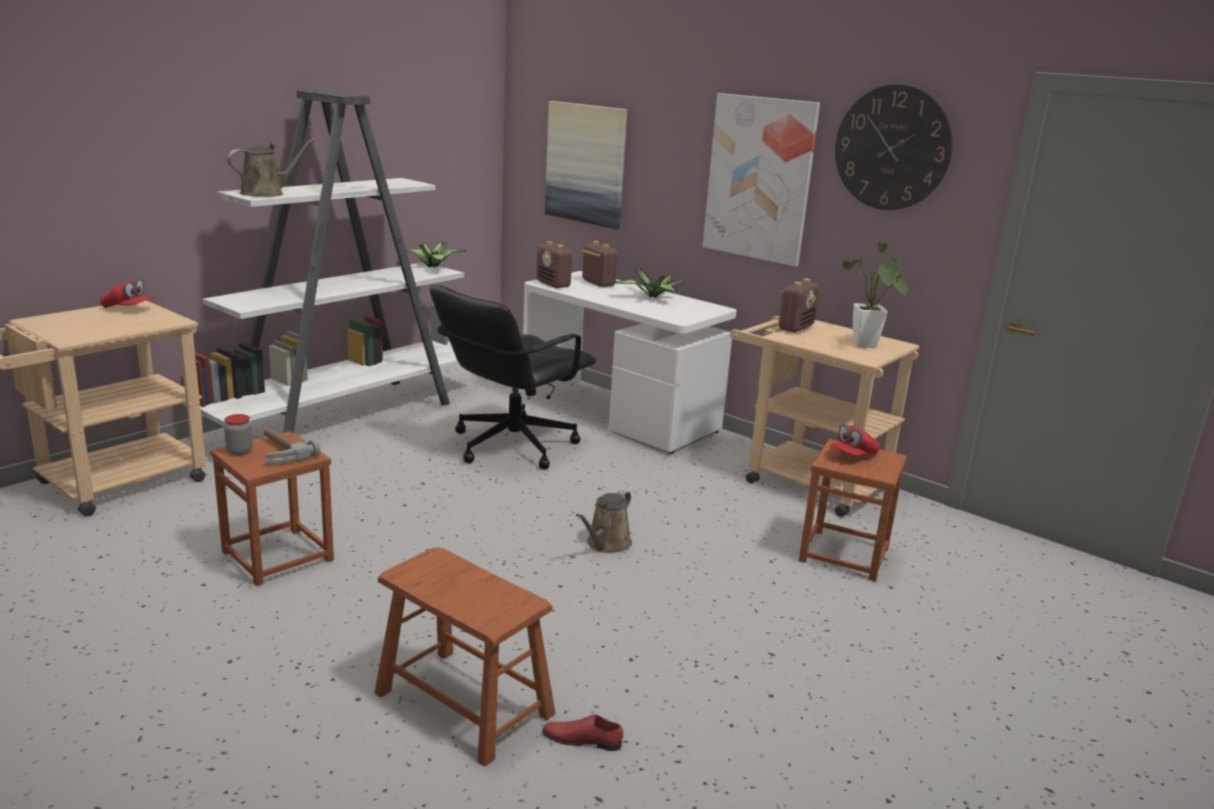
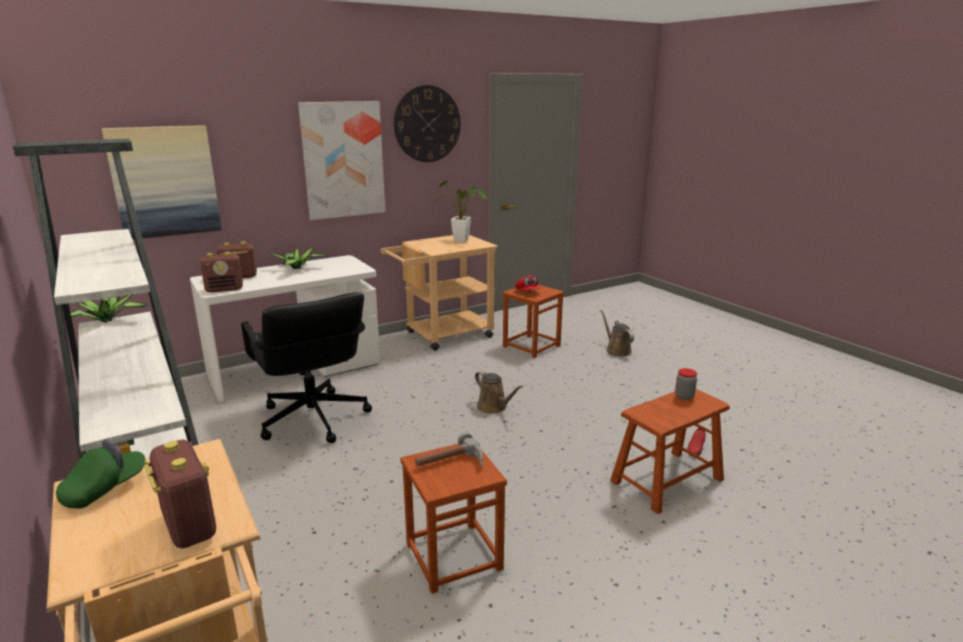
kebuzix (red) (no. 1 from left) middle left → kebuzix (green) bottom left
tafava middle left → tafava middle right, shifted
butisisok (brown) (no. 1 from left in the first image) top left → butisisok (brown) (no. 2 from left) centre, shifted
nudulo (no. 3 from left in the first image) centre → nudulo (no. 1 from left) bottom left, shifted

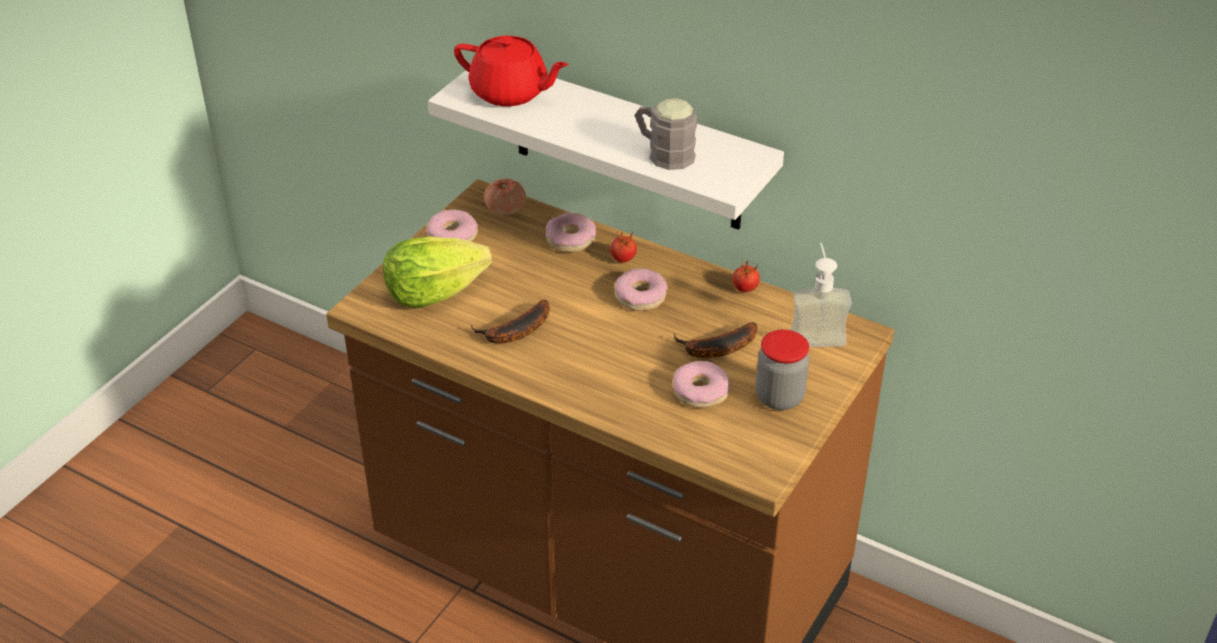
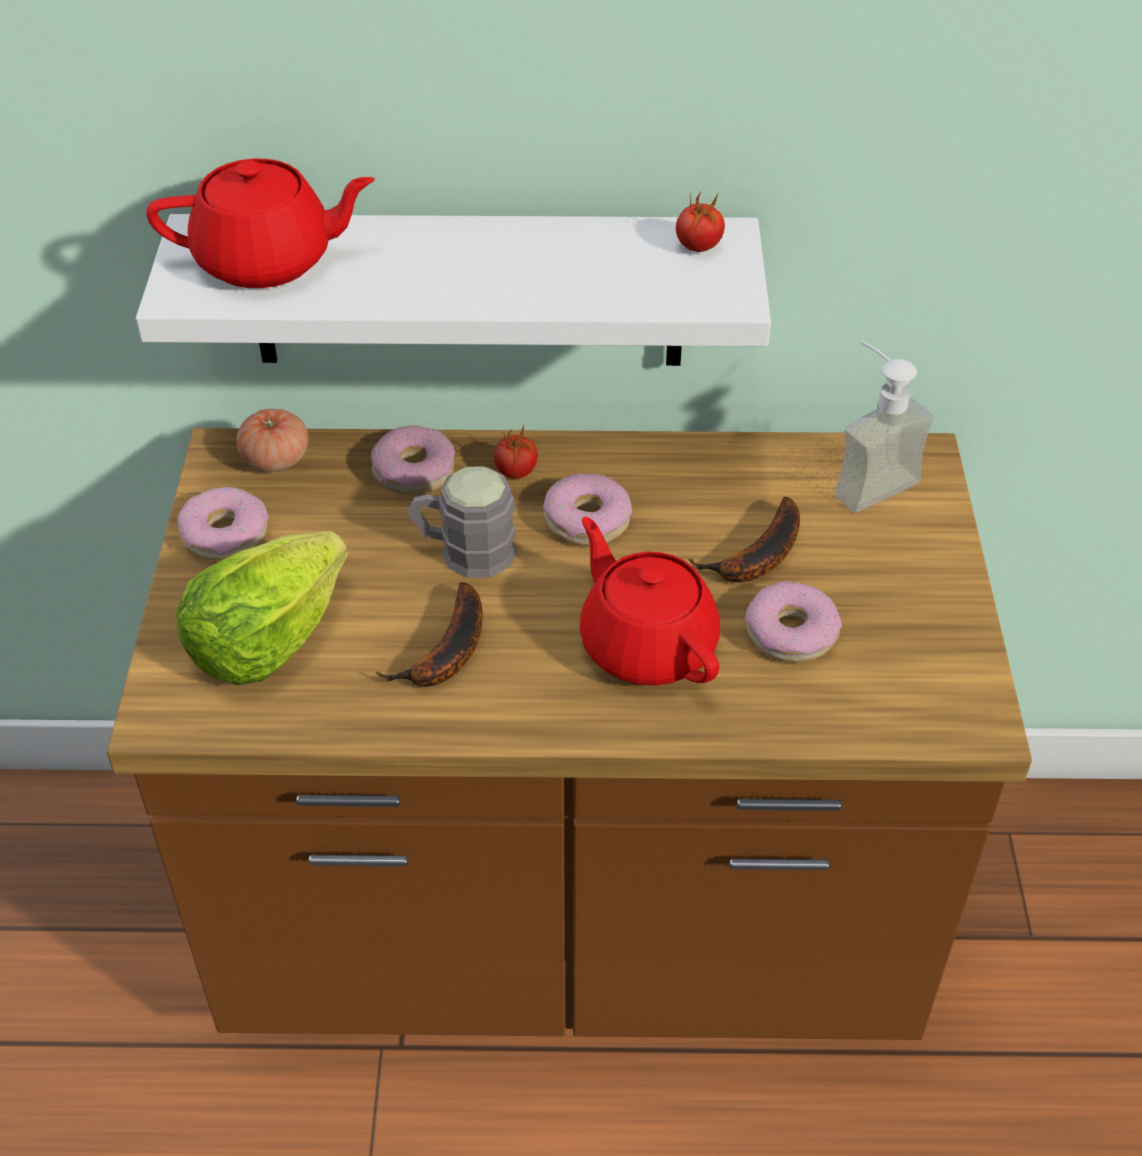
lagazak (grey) top centre → lagazak (grey) centre, shifted
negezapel (no. 3 from left) centre → negezapel (no. 3 from left) top centre, shifted
tafava centre → -
- → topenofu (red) (no. 2 from left) centre

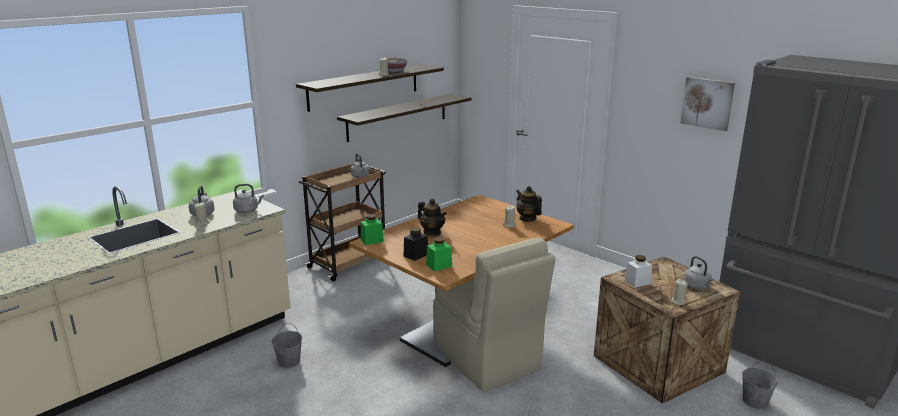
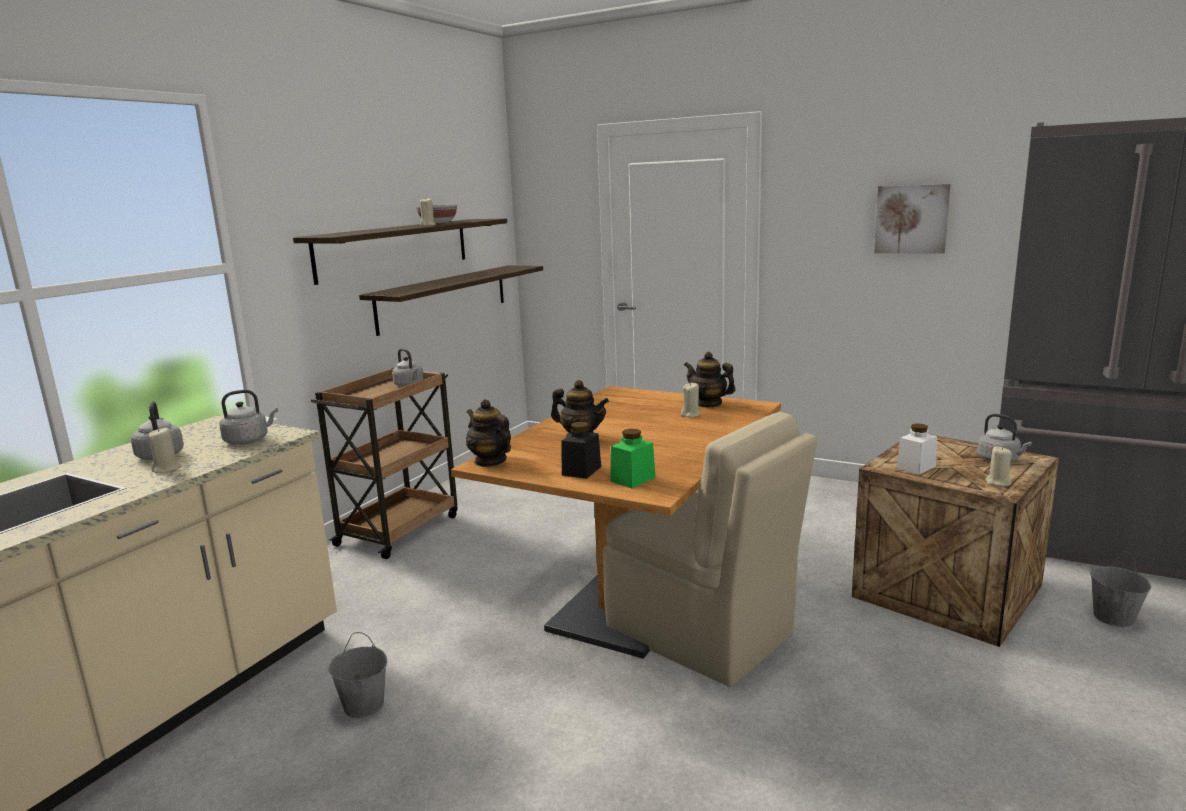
tafava (green) (no. 1 from left) centre → topenofu (no. 1 from left) centre

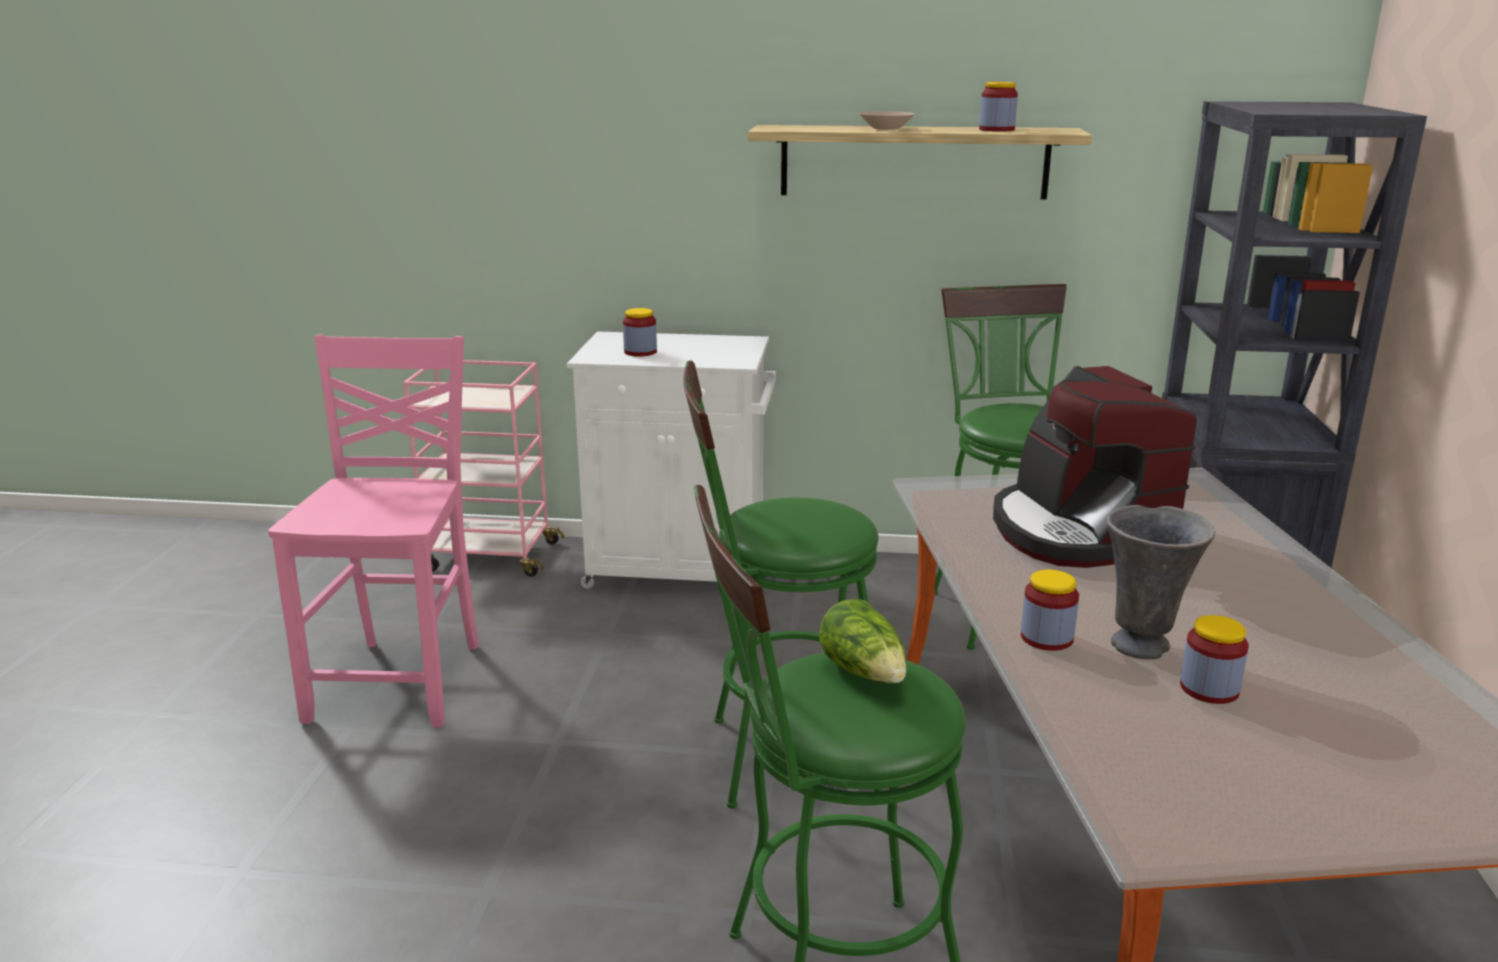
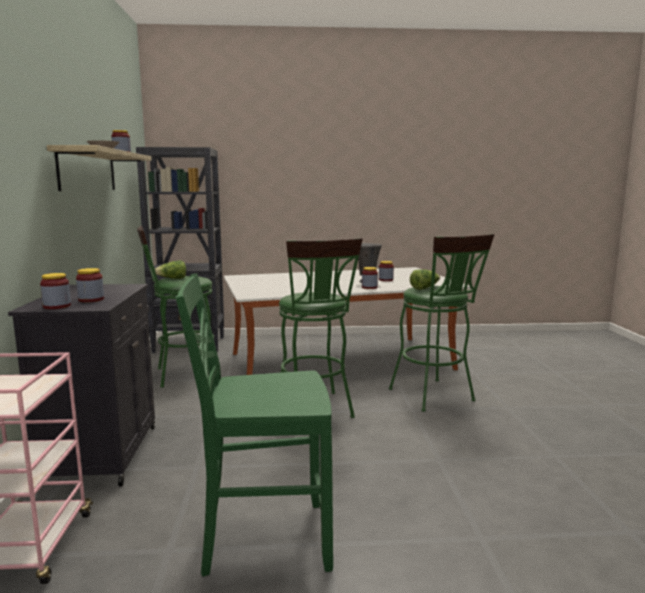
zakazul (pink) middle left → zakazul (green) bottom centre
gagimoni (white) centre → gagimoni (black) middle left
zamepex middle right → -
- → tafava (no. 1 from left) middle left
- → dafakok (no. 1 from left) middle left

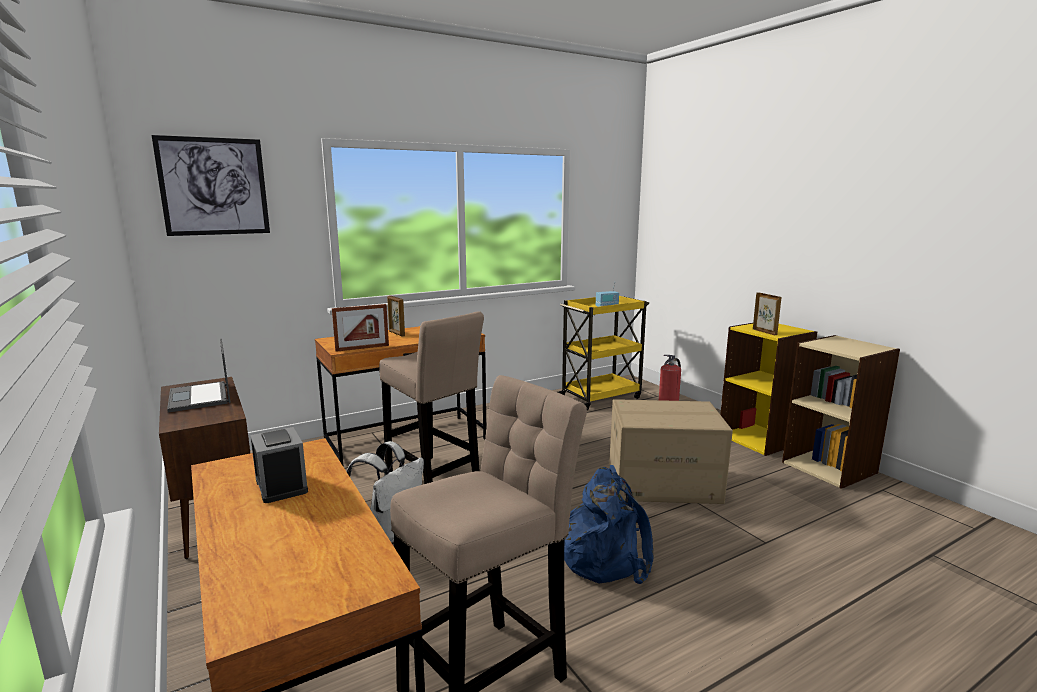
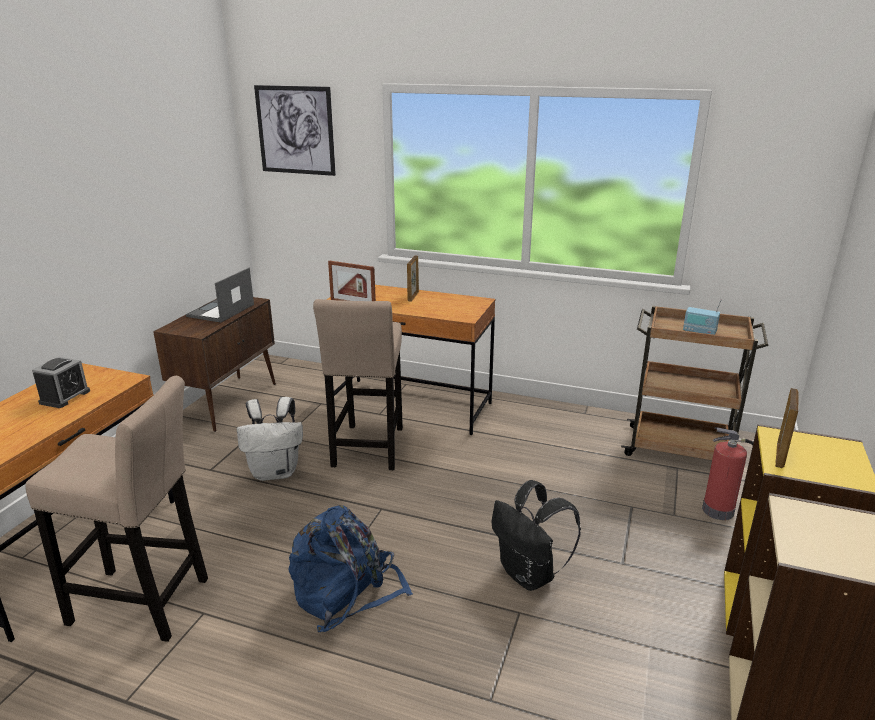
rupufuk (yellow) centre → rupufuk (brown) middle right
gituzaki centre → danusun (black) bottom centre

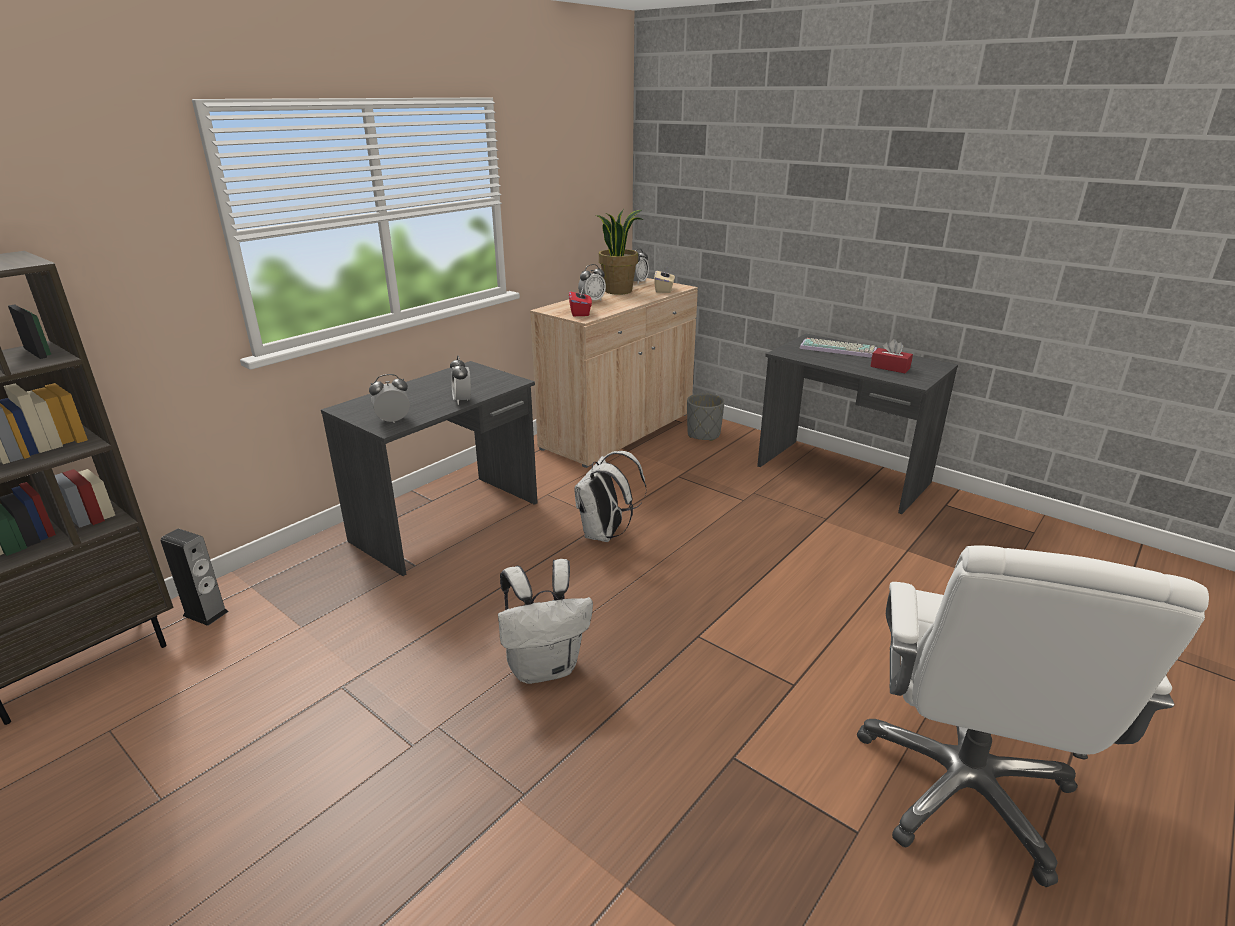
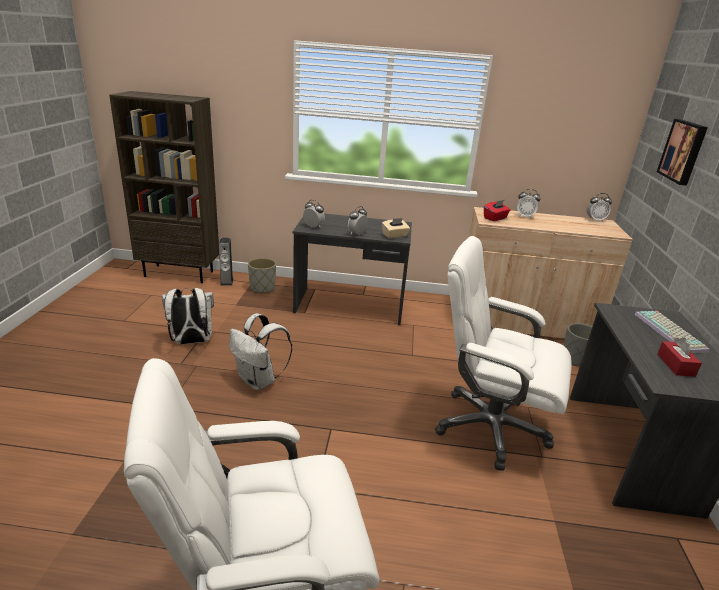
danusun (white) (no. 2 from left in the first image) centre → danusun (white) (no. 1 from left) middle left, shifted
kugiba top centre → -
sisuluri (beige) top centre → sisuluri (beige) centre, shifted
- → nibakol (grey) (no. 1 from left) centre
- → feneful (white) (no. 2 from left) middle right
- → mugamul top right

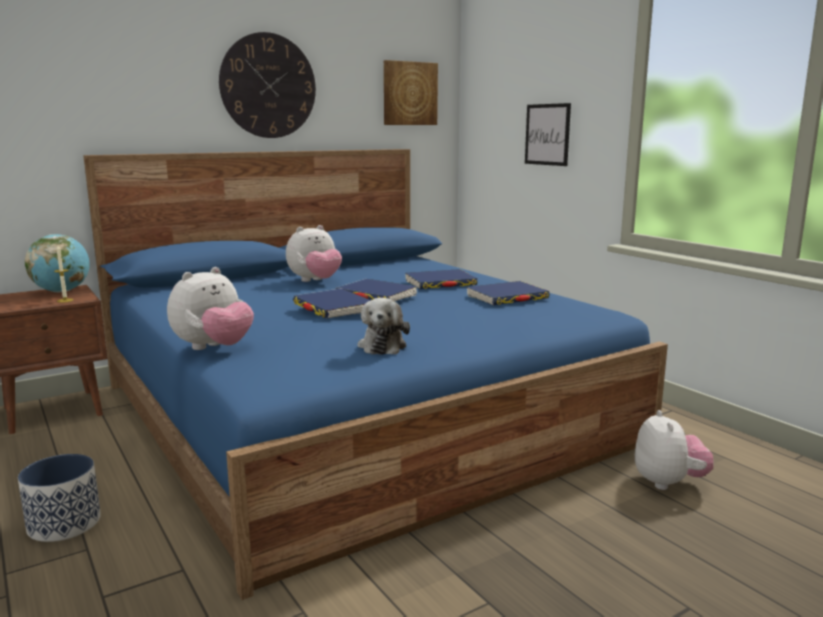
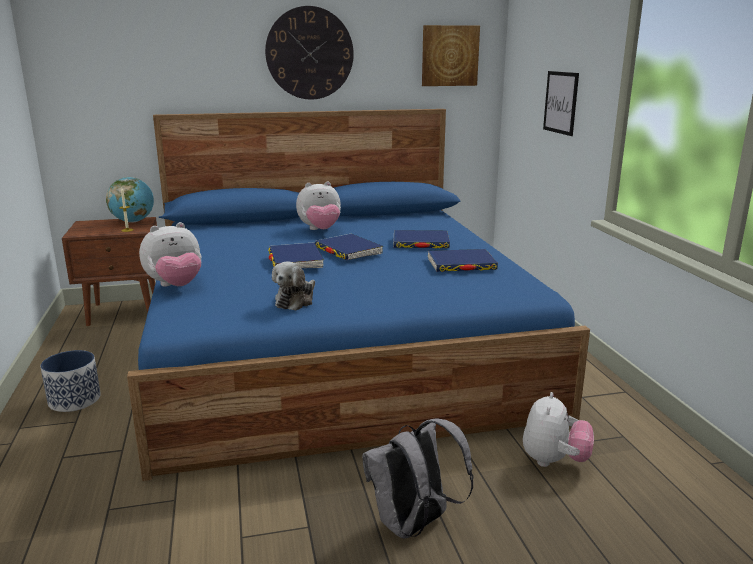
- → danusun (grey) bottom centre

